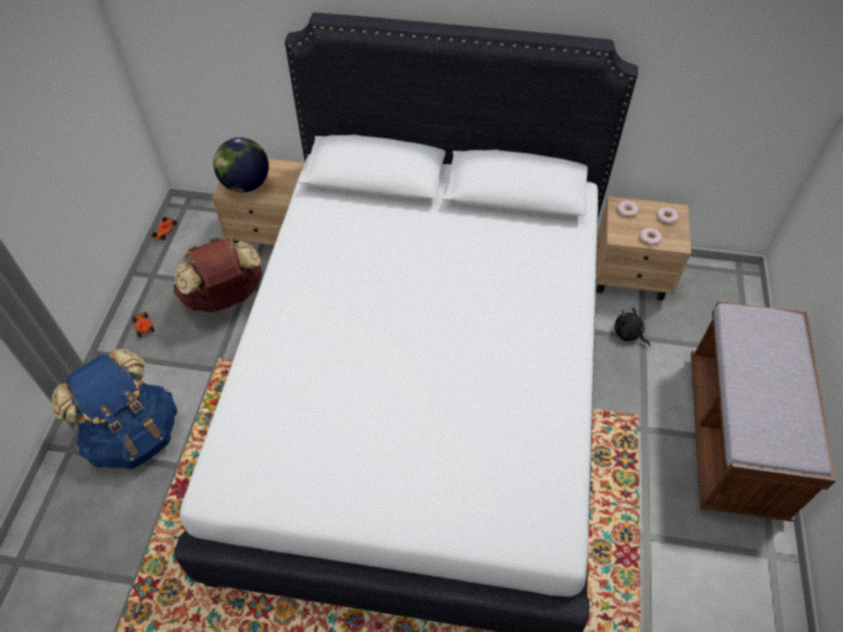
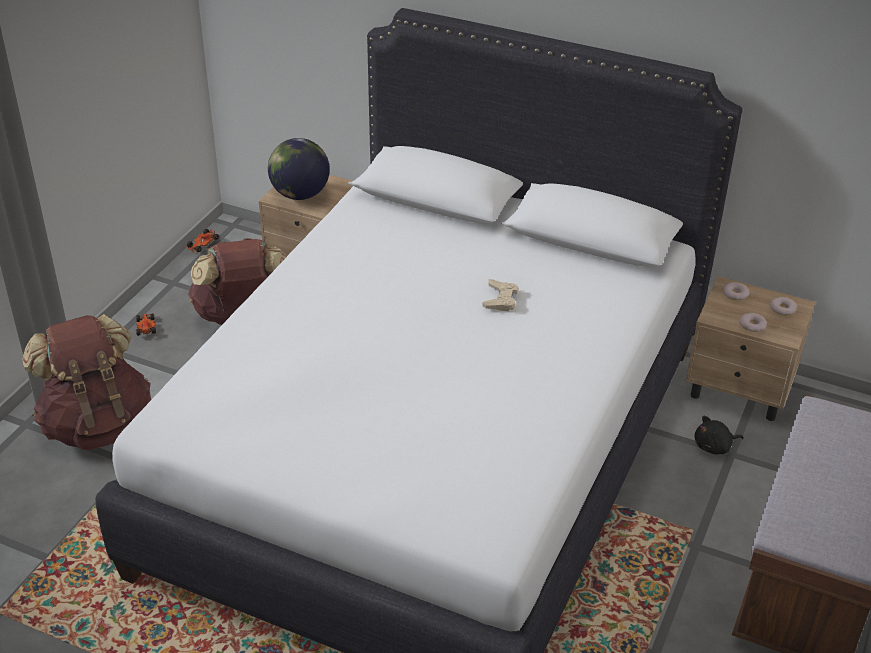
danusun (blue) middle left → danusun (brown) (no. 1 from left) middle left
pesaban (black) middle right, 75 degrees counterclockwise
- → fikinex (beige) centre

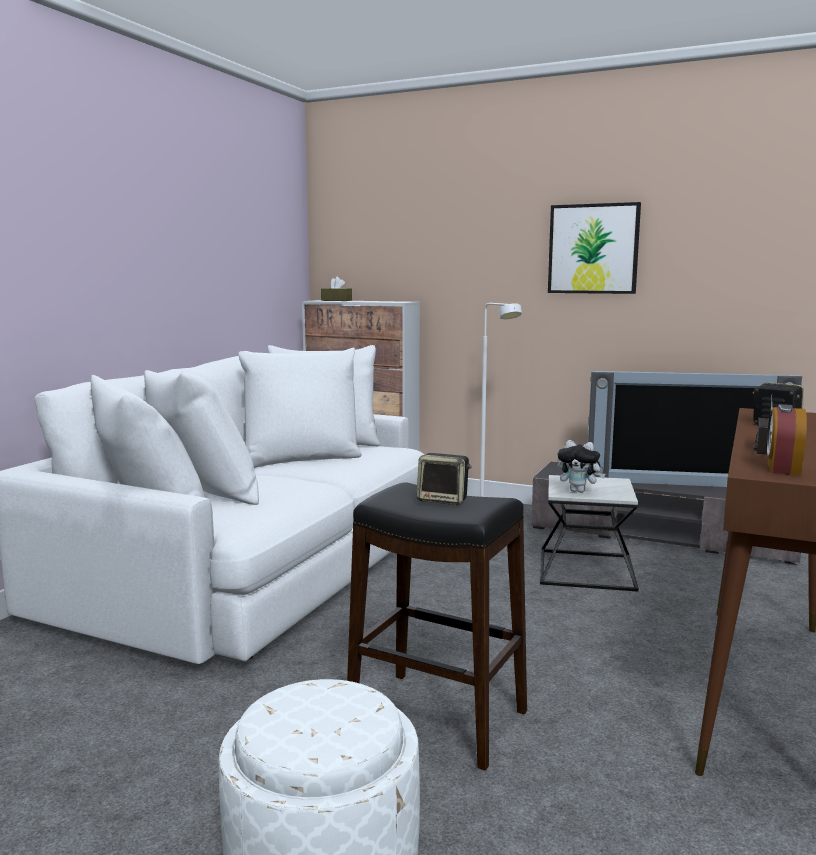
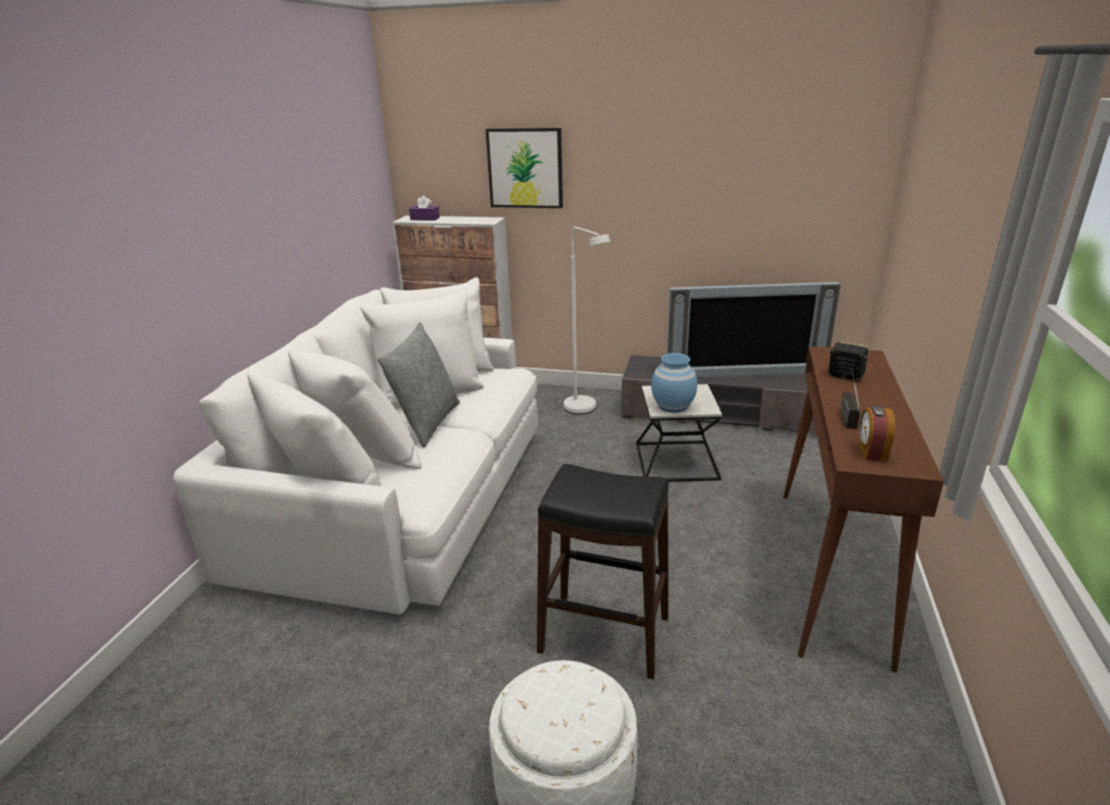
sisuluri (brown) centre → sisuluri (purple) top centre
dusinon (no. 1 from left) centre → -
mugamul top right → mugamul top centre, shifted
pesaban middle right → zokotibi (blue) centre
- → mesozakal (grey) centre

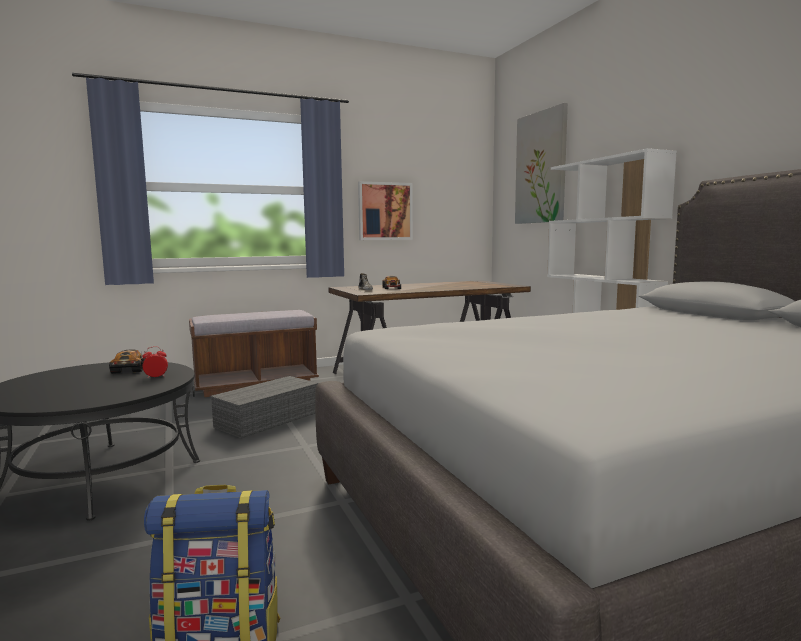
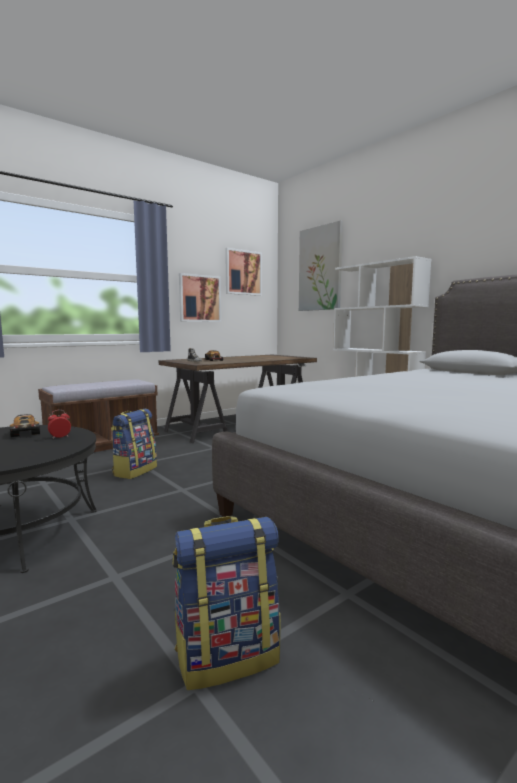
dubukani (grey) middle left → danusun (no. 1 from left) middle left
- → mugamul (no. 2 from left) centre

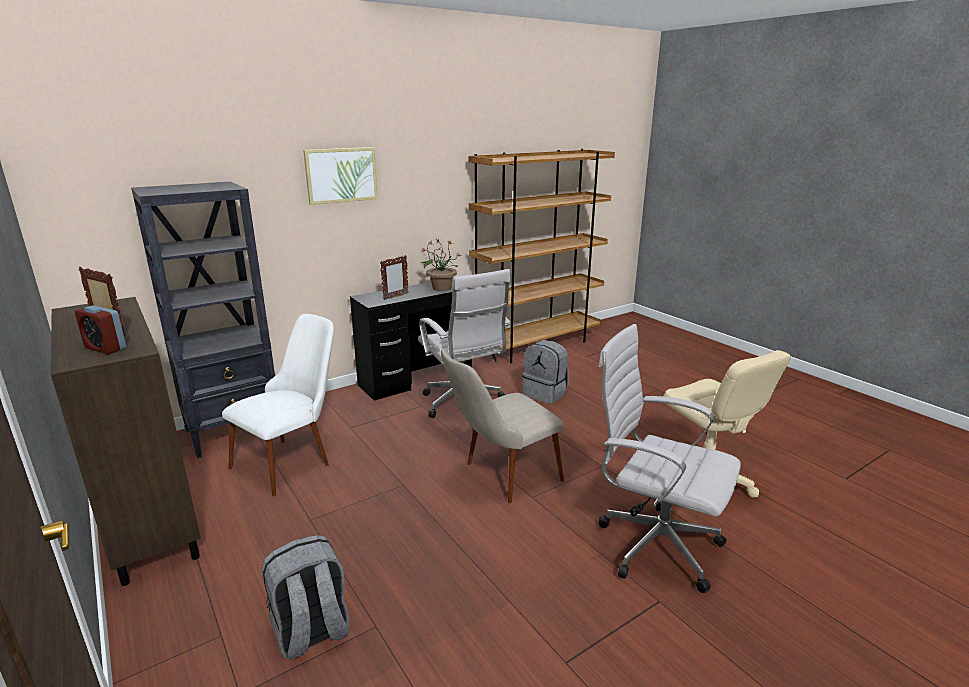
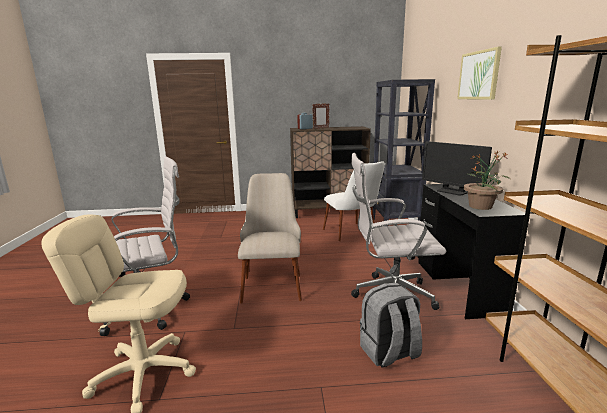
danusun (grey) (no. 1 from left) bottom left → -
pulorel (no. 2 from left) centre → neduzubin middle right

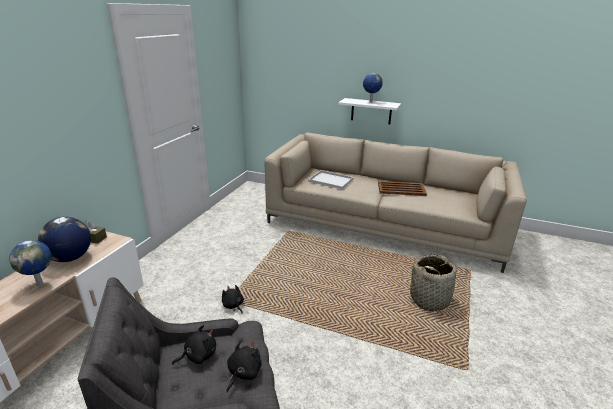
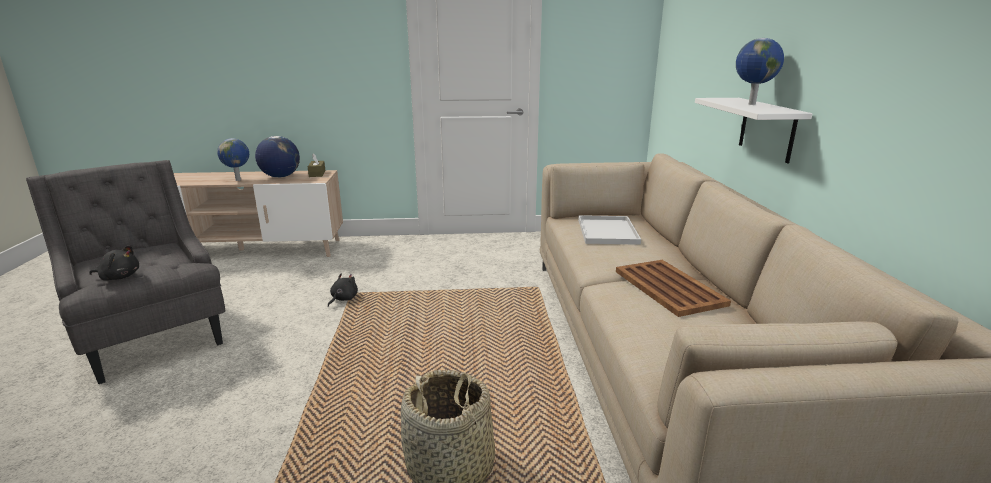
pesaban (black) (no. 1 from left) bottom left → -

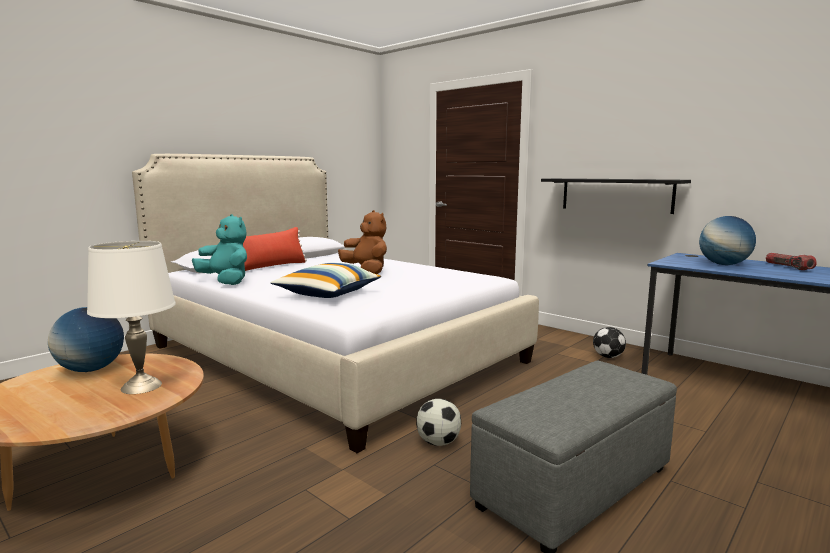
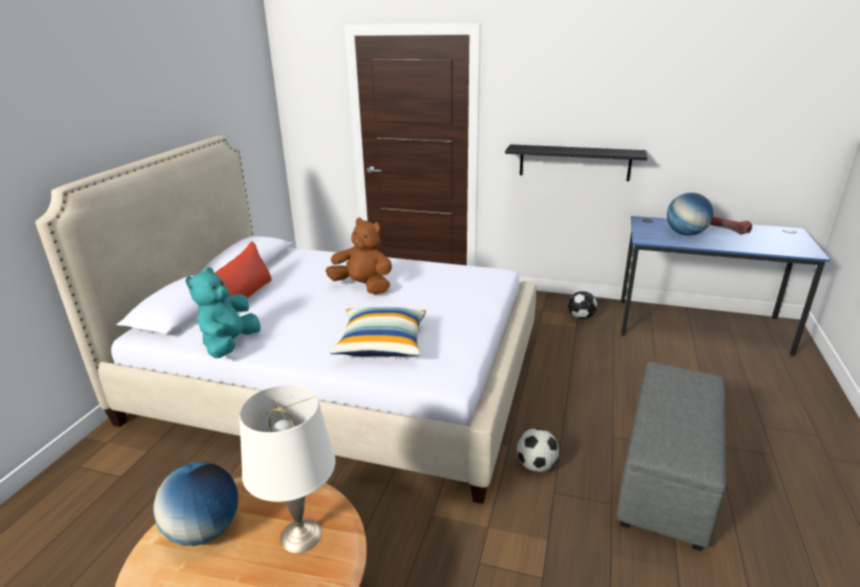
pesaban (turquoise) middle left, 90 degrees counterclockwise

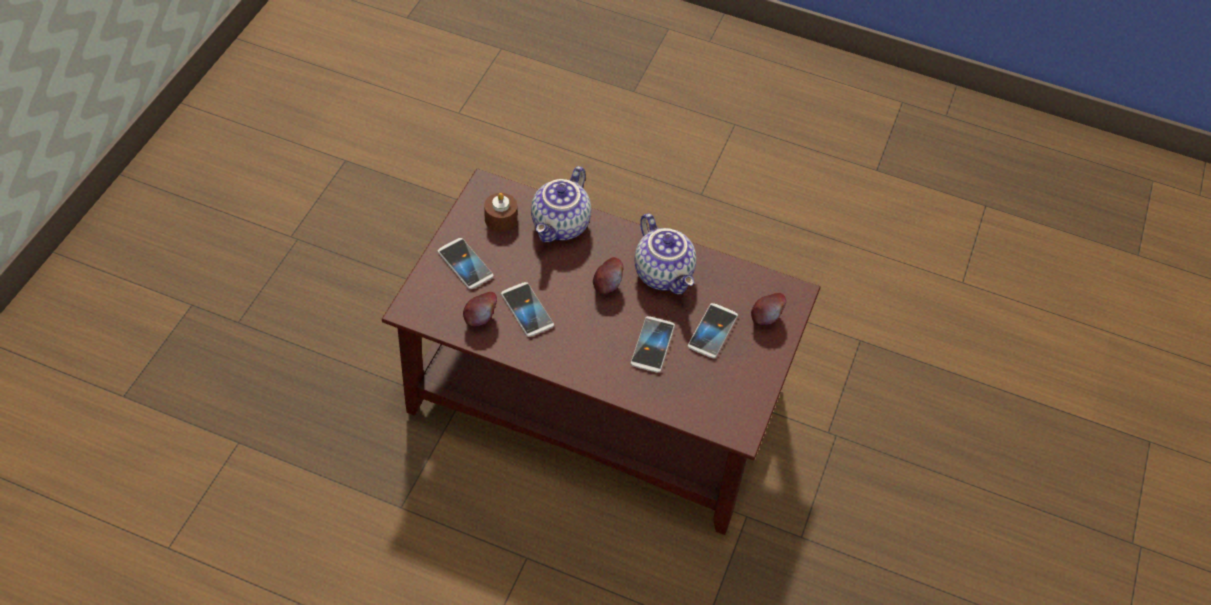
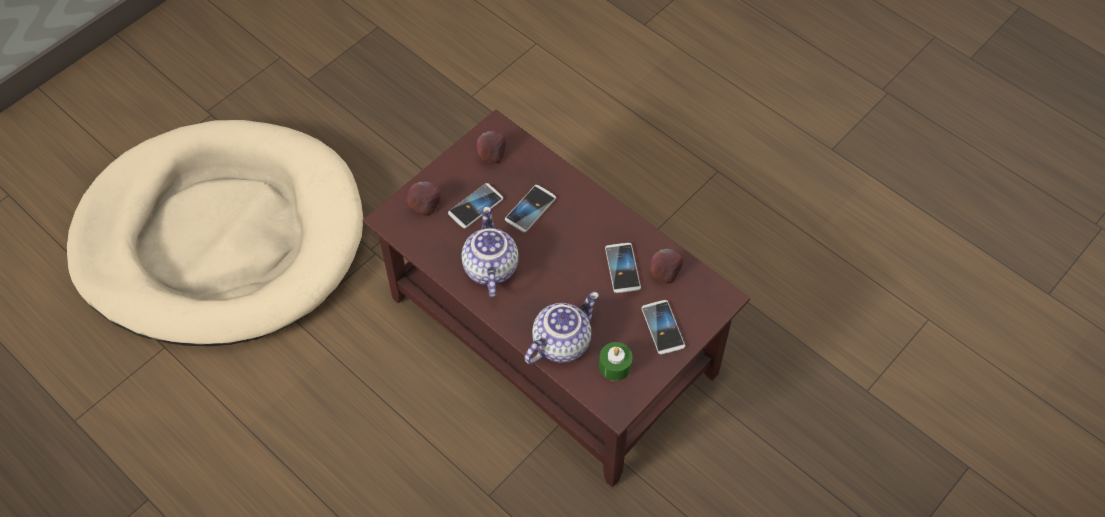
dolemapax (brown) centre → dolemapax (green) bottom centre
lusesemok (no. 2 from left) centre → lusesemok (no. 2 from left) top centre, shifted
- → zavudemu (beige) middle left

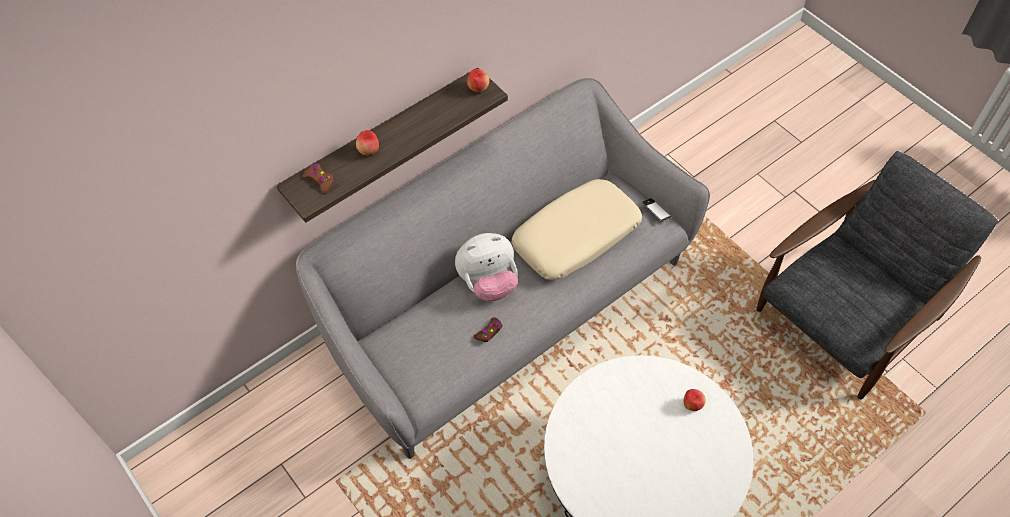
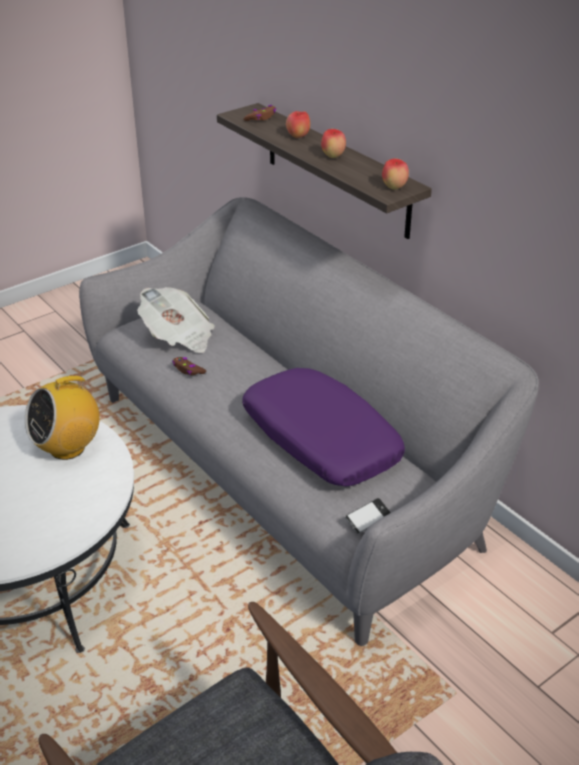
pesaban centre → -
mesozakal (beige) centre → mesozakal (purple) centre
lusesemok (no. 3 from left in the first image) bottom right → lusesemok (no. 2 from left) top centre, shifted
- → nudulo middle left
- → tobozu middle left

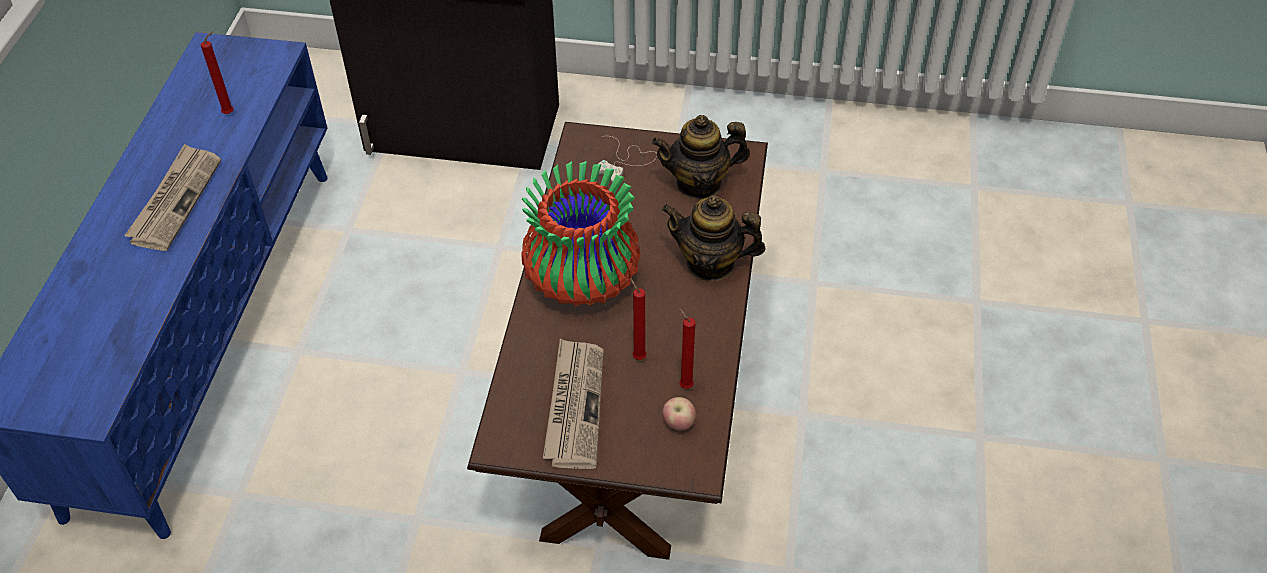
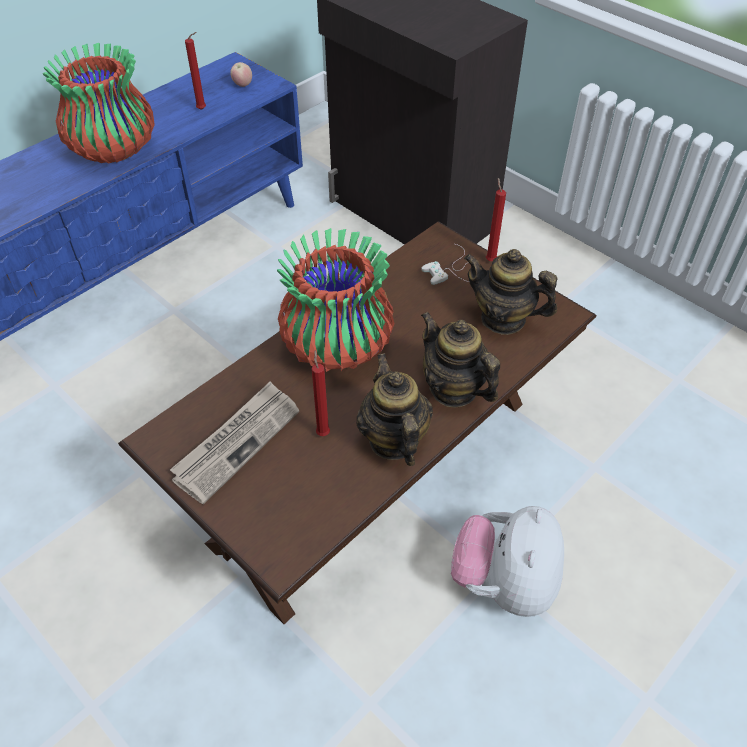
tobozu (no. 1 from left) middle left → zokotibi (no. 1 from left) top left
lusesemok bottom centre → lusesemok top left, shifted
dolemapax (red) (no. 3 from left) centre → dolemapax (red) (no. 3 from left) top centre, shifted
- → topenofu (no. 1 from left) centre
- → pesaban bottom right

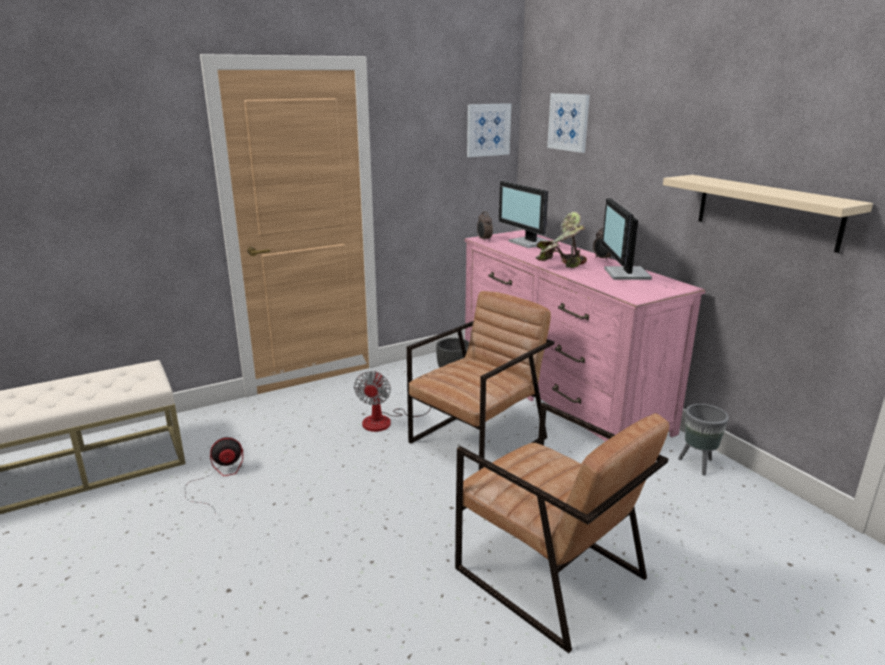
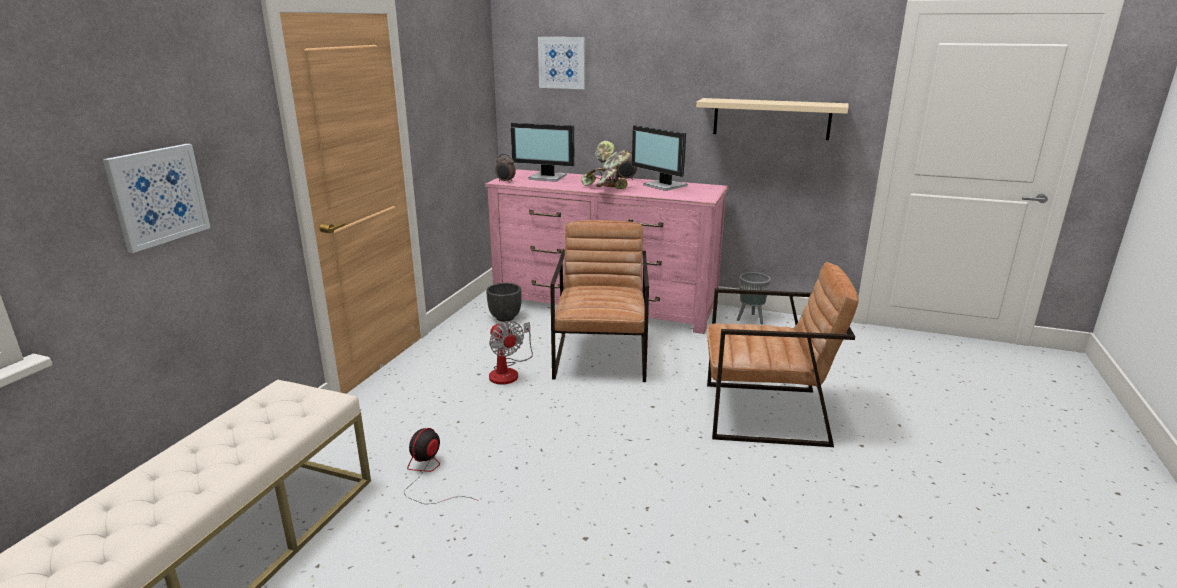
mugamul (no. 1 from left) top centre → mugamul (no. 1 from left) middle left, shifted

